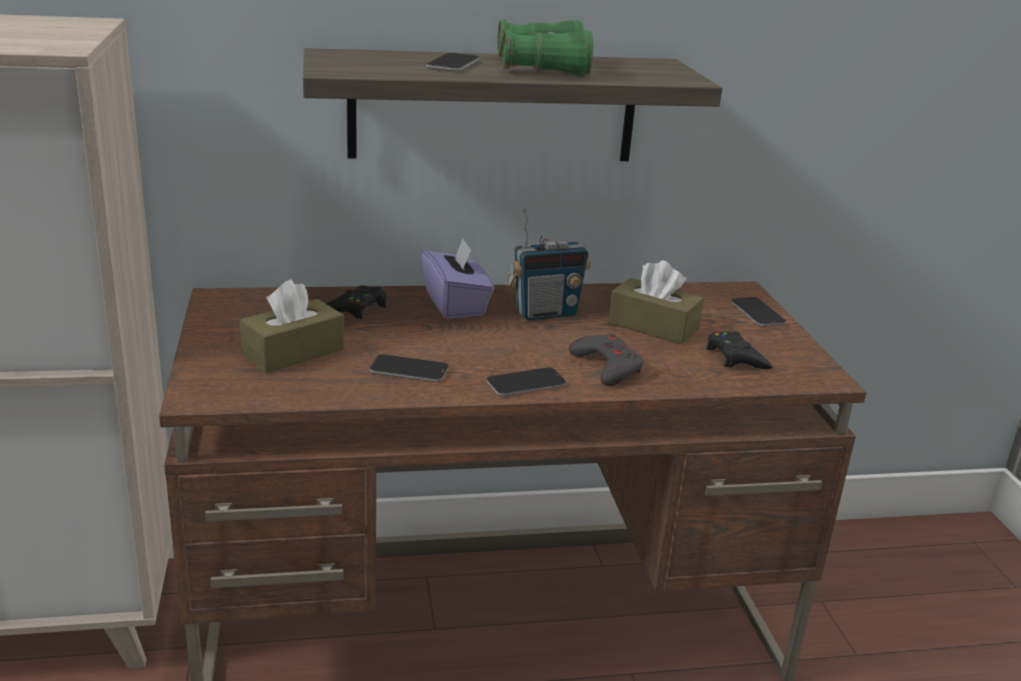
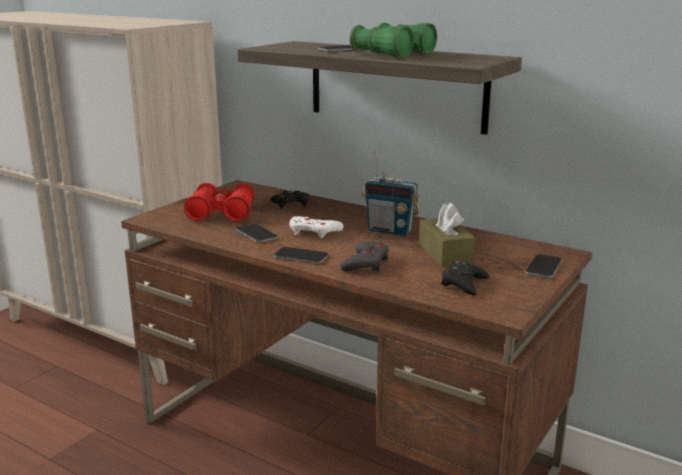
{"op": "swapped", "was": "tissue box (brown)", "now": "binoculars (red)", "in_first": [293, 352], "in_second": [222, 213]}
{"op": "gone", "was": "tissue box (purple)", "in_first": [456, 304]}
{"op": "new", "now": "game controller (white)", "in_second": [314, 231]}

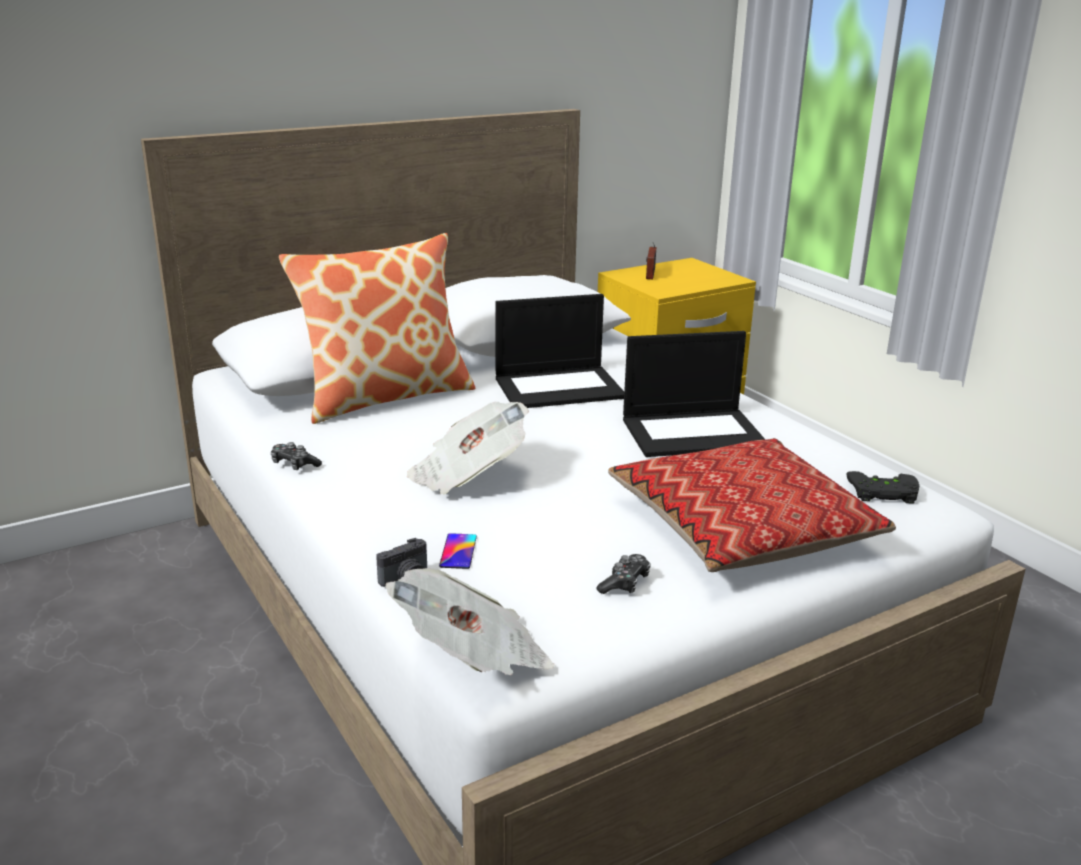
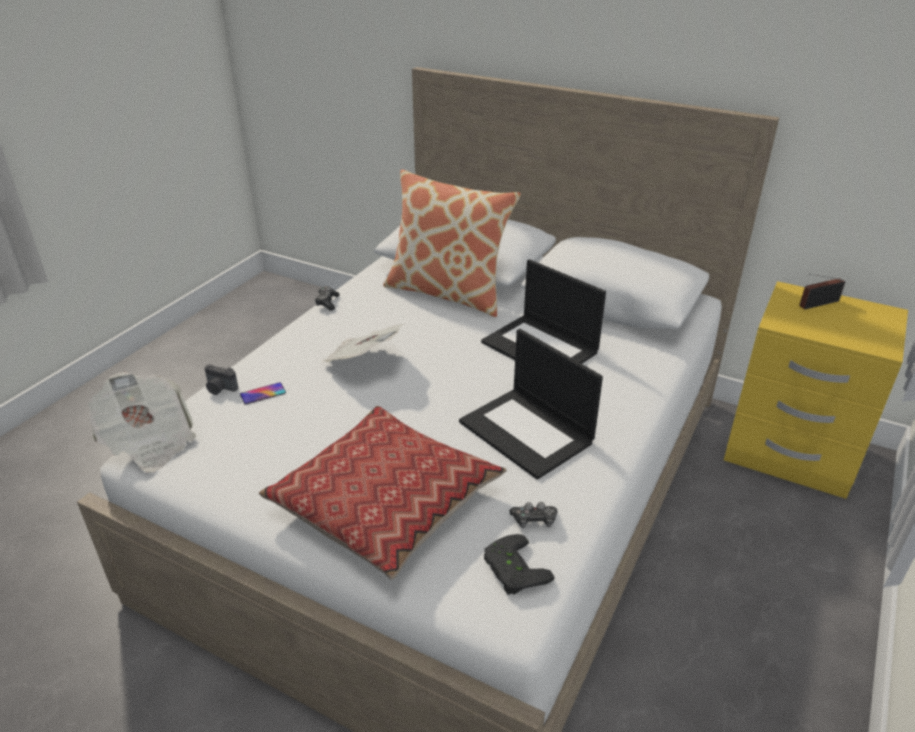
{"op": "shifted", "was": "game controller", "in_first": [625, 583], "in_second": [534, 520]}

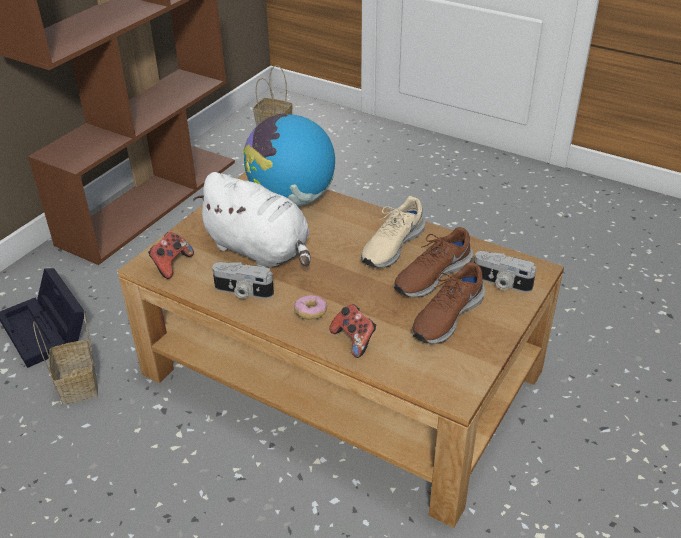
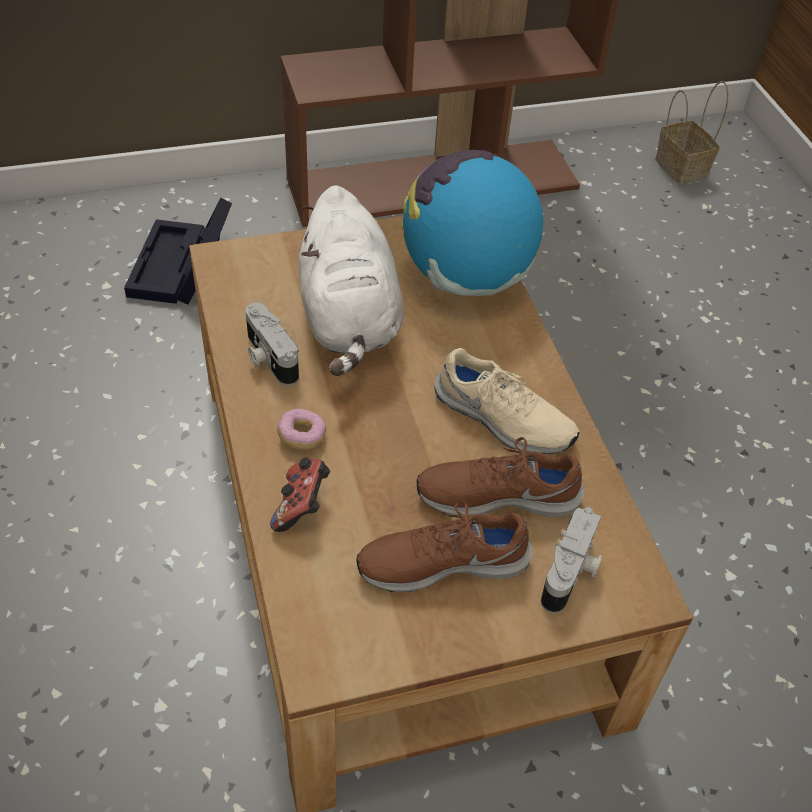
{"op": "gone", "was": "basket", "in_first": [79, 385]}
{"op": "gone", "was": "game controller", "in_first": [171, 264]}
{"op": "rotated", "was": "shoe (beige)", "in_first": [391, 245], "in_second": [502, 419], "clockwise": -135}
{"op": "rotated", "was": "photo camera", "in_first": [501, 283], "in_second": [571, 573], "clockwise": -135}

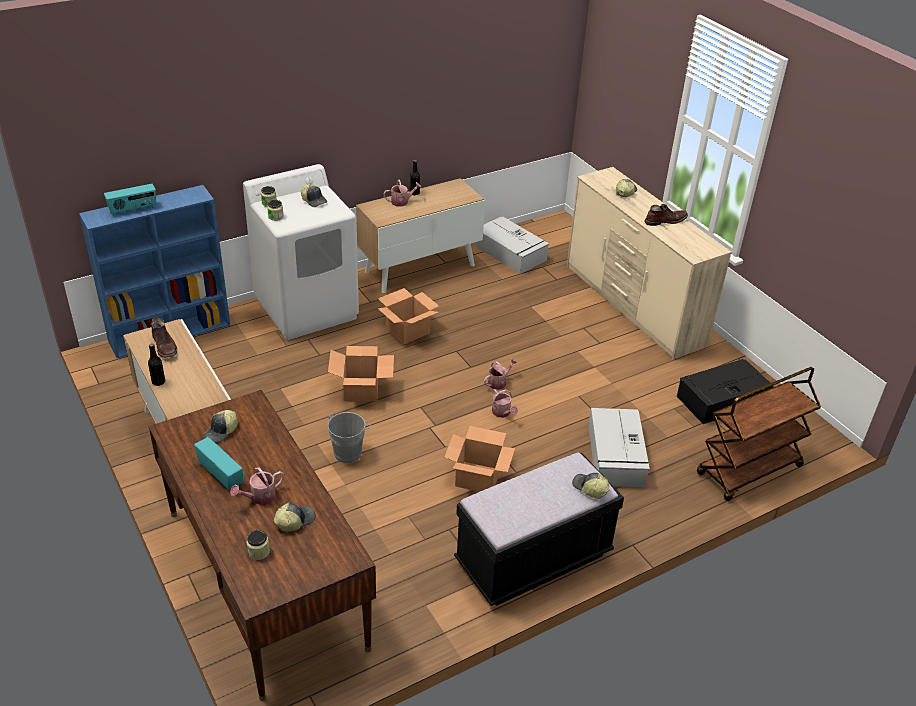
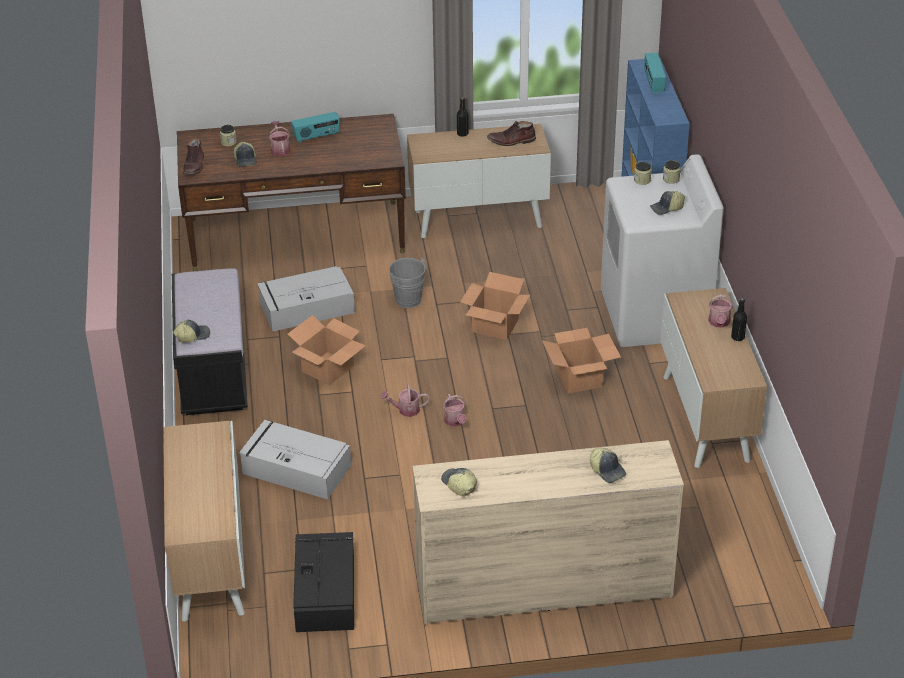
{"op": "shifted", "was": "cap", "in_first": [221, 431], "in_second": [458, 485]}
{"op": "shifted", "was": "storage box (grey)", "in_first": [510, 253], "in_second": [305, 308]}
{"op": "shifted", "was": "boot (brown)", "in_first": [665, 221], "in_second": [194, 165]}
{"op": "swapped", "was": "cart (brown)", "now": "cabinet", "in_first": [749, 471], "in_second": [209, 561]}

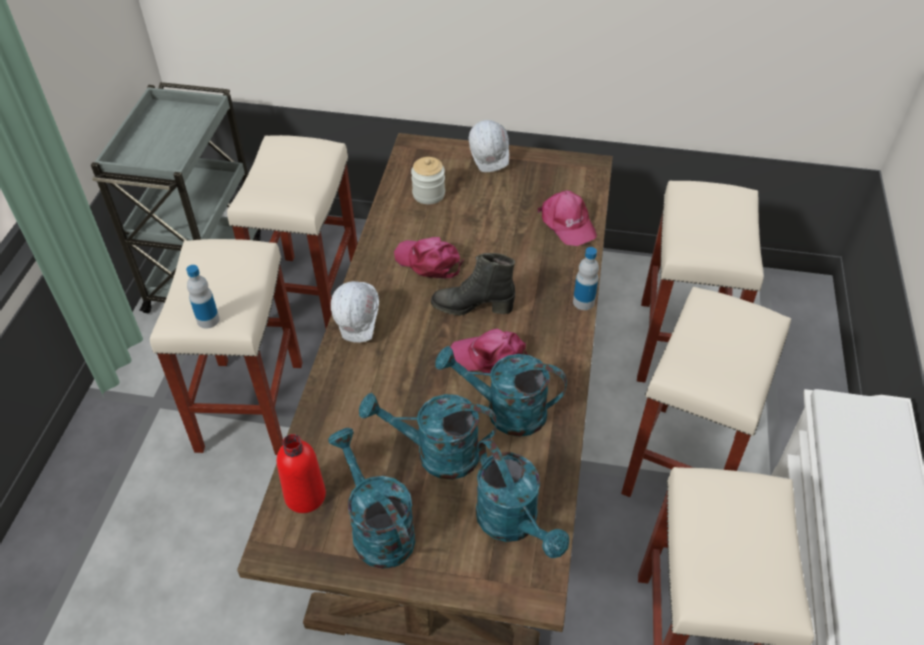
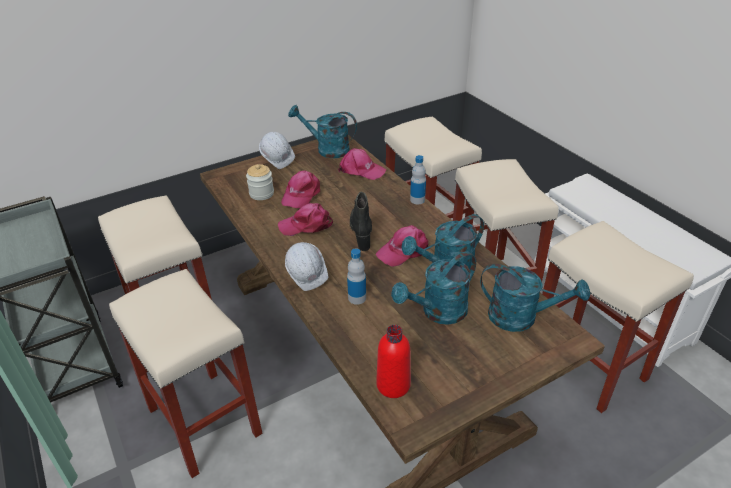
{"op": "shifted", "was": "bottle", "in_first": [208, 320], "in_second": [357, 298]}
{"op": "shifted", "was": "watering can (turquoise)", "in_first": [377, 528], "in_second": [327, 149]}
{"op": "rotated", "was": "boot (black)", "in_first": [472, 306], "in_second": [361, 233], "clockwise": 120}
{"op": "new", "now": "cap (pink)", "in_second": [301, 195]}

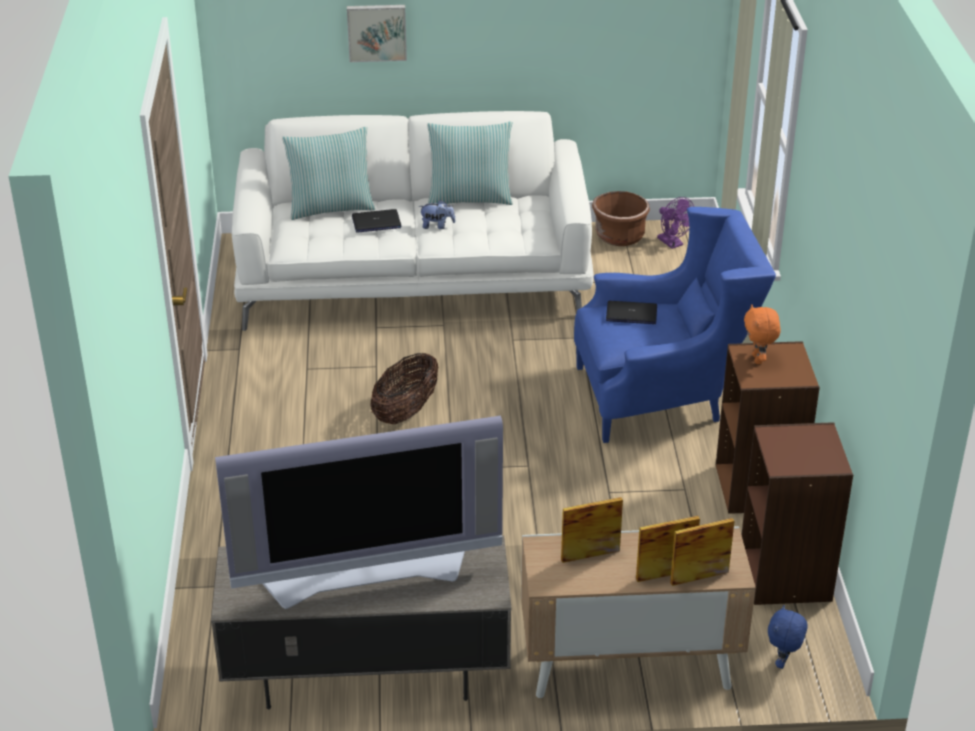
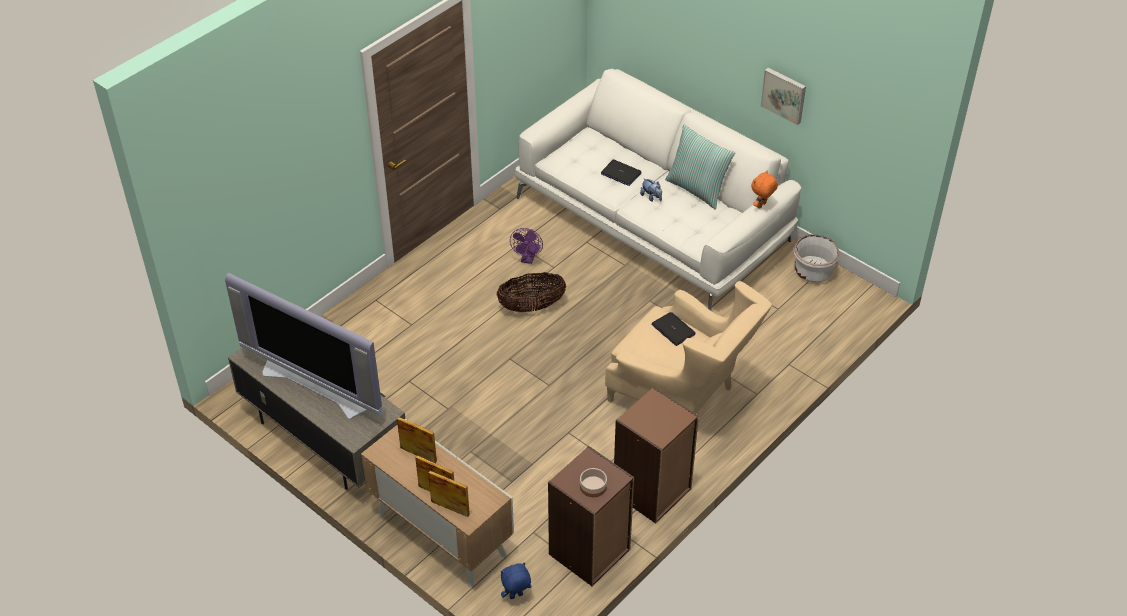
{"op": "gone", "was": "pillow", "in_first": [331, 208]}
{"op": "shifted", "was": "picture", "in_first": [377, 32], "in_second": [784, 95]}
{"op": "repainted", "was": "armchair (blue)", "now": "armchair (beige)", "in_first": [662, 396], "in_second": [682, 396]}
{"op": "repainted", "was": "planter (brown)", "now": "planter (white)", "in_first": [619, 237], "in_second": [813, 271]}
{"op": "shifted", "was": "fan (purple)", "in_first": [673, 243], "in_second": [528, 259]}
{"op": "shifted", "was": "plush toy (orange)", "in_first": [758, 359], "in_second": [762, 206]}
{"op": "new", "now": "bowl", "in_second": [593, 486]}

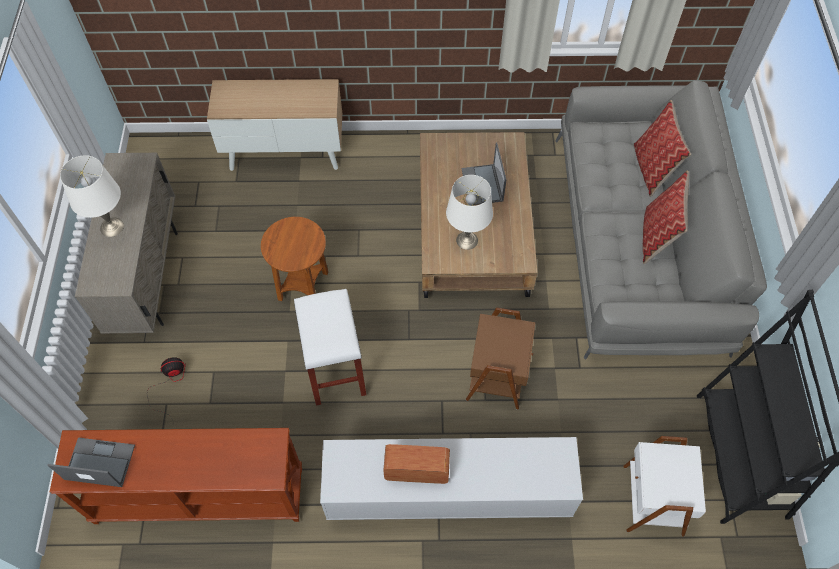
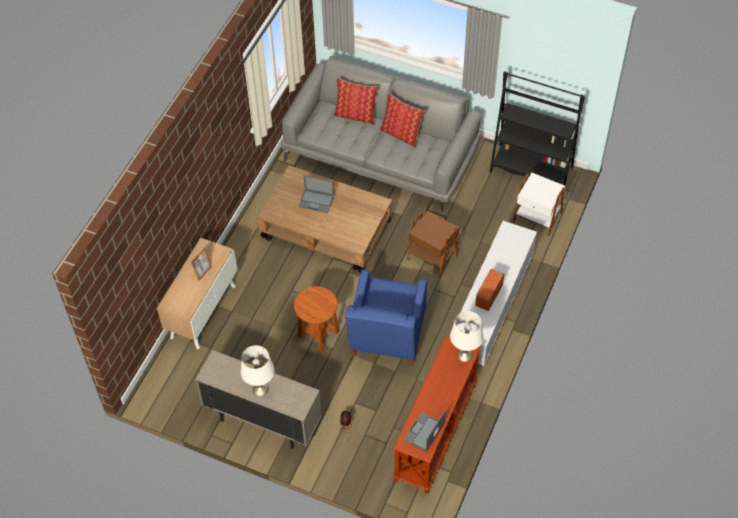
{"op": "swapped", "was": "stool (white)", "now": "armchair (blue)", "in_first": [334, 369], "in_second": [387, 336]}
{"op": "shifted", "was": "table lamp (white)", "in_first": [467, 240], "in_second": [464, 354]}
{"op": "new", "now": "picture frame", "in_second": [203, 272]}

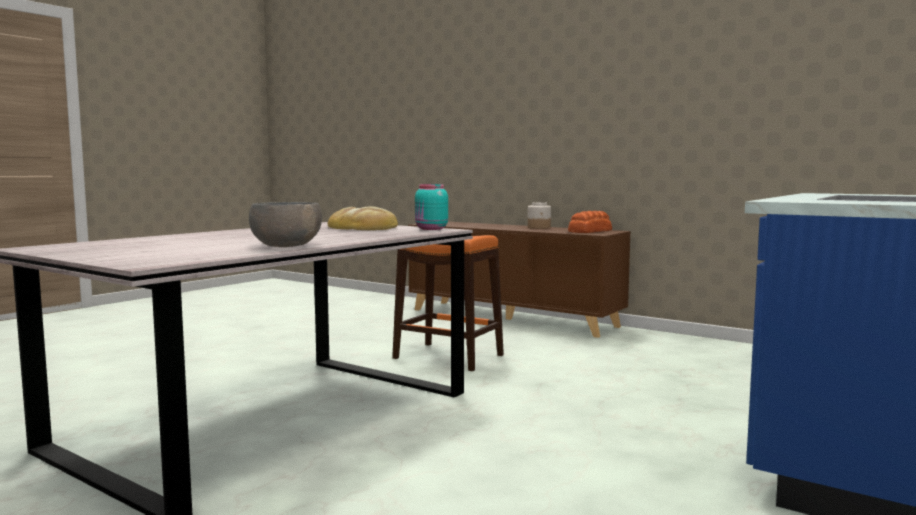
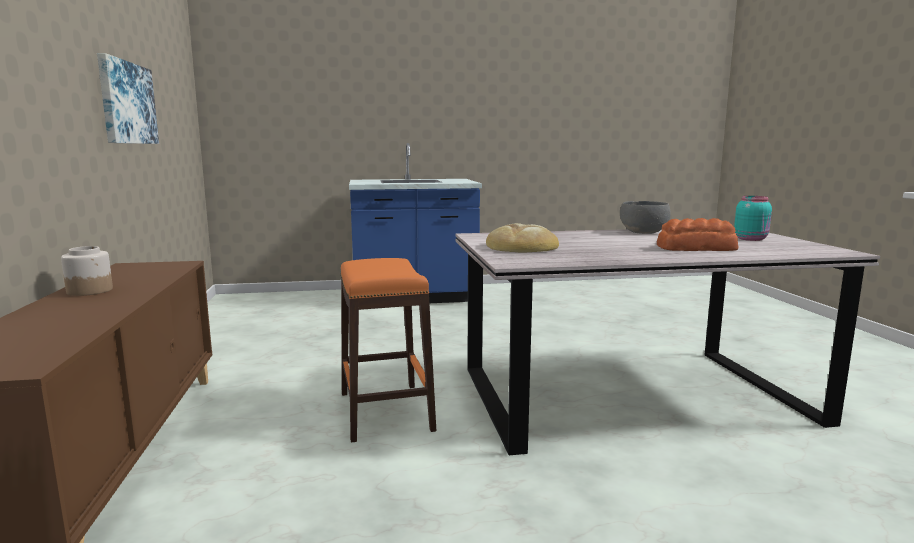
{"op": "shifted", "was": "jar (turquoise)", "in_first": [431, 229], "in_second": [751, 239]}
{"op": "shifted", "was": "bread", "in_first": [589, 231], "in_second": [697, 248]}
{"op": "new", "now": "picture", "in_second": [126, 103]}

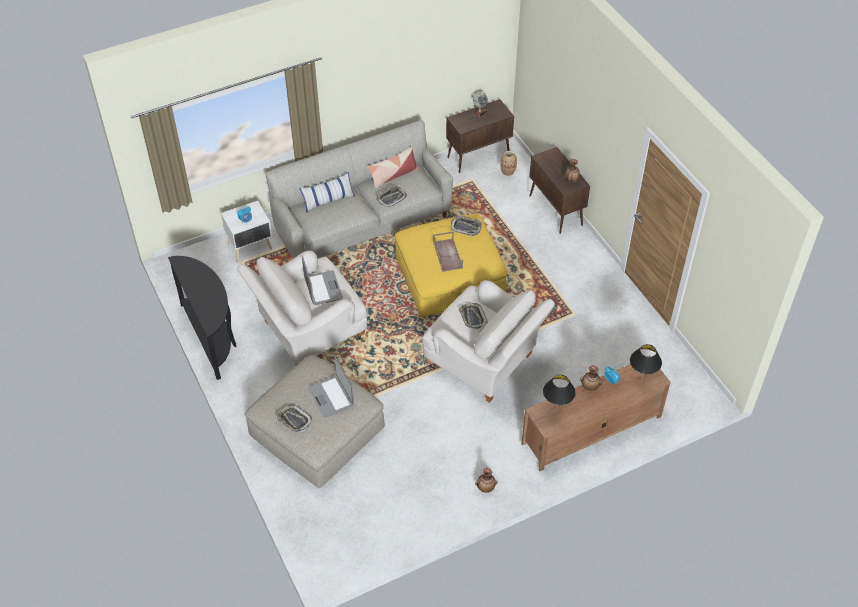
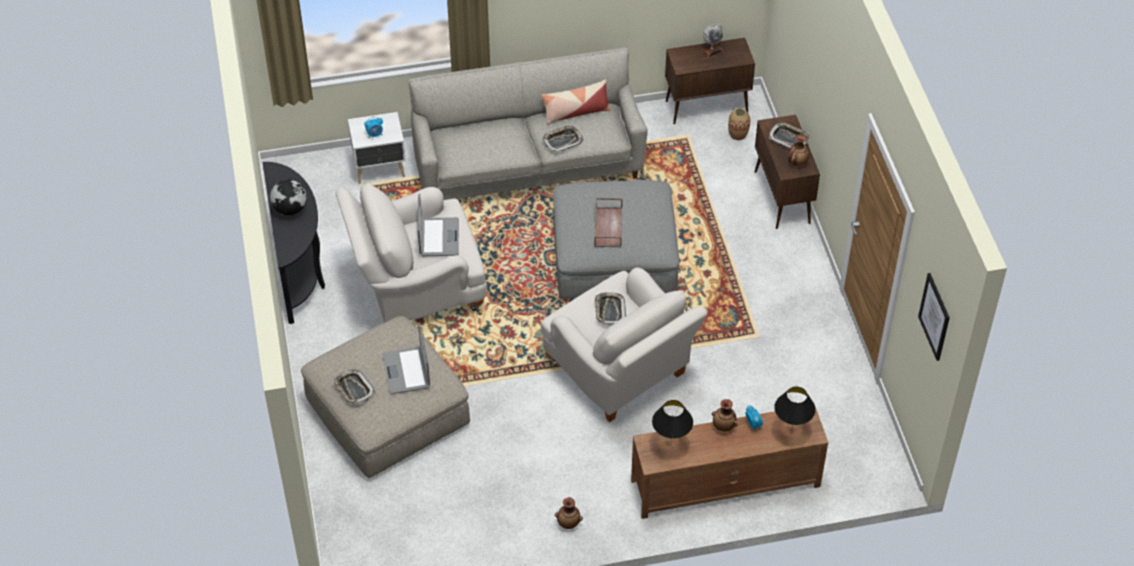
{"op": "gone", "was": "pillow", "in_first": [328, 200]}
{"op": "repainted", "was": "ottoman (yellow)", "now": "ottoman (grey)", "in_first": [449, 277], "in_second": [614, 257]}
{"op": "shifted", "was": "tray", "in_first": [466, 227], "in_second": [788, 138]}
{"op": "new", "now": "globe", "in_second": [290, 209]}
{"op": "new", "now": "picture", "in_second": [934, 316]}

